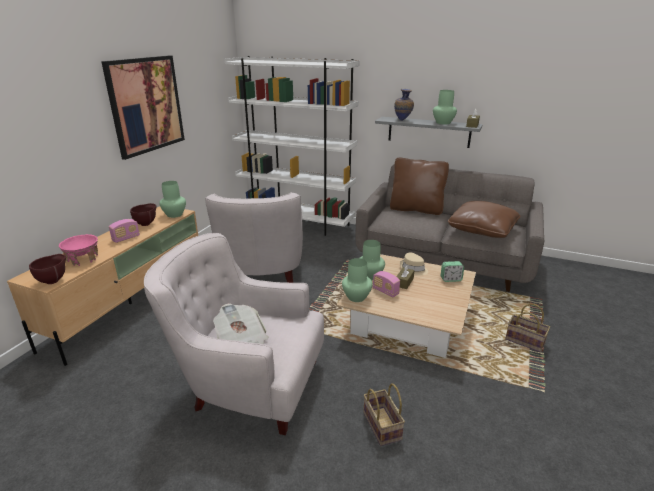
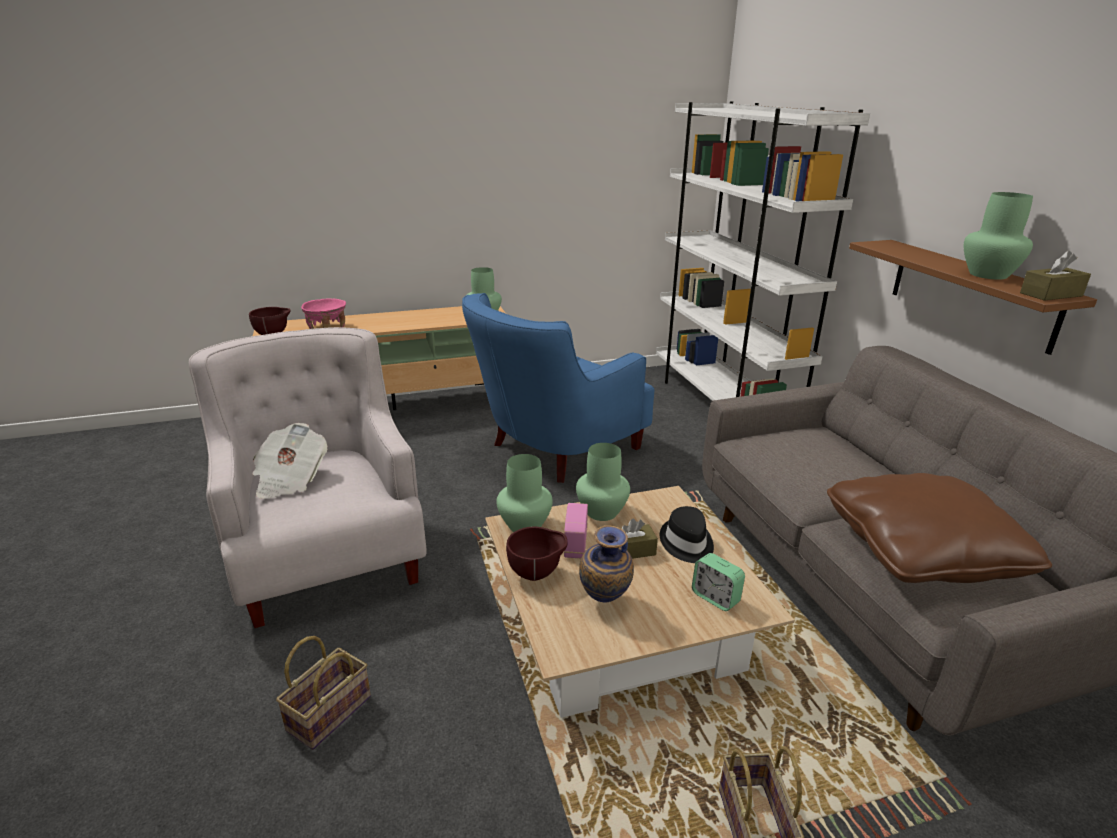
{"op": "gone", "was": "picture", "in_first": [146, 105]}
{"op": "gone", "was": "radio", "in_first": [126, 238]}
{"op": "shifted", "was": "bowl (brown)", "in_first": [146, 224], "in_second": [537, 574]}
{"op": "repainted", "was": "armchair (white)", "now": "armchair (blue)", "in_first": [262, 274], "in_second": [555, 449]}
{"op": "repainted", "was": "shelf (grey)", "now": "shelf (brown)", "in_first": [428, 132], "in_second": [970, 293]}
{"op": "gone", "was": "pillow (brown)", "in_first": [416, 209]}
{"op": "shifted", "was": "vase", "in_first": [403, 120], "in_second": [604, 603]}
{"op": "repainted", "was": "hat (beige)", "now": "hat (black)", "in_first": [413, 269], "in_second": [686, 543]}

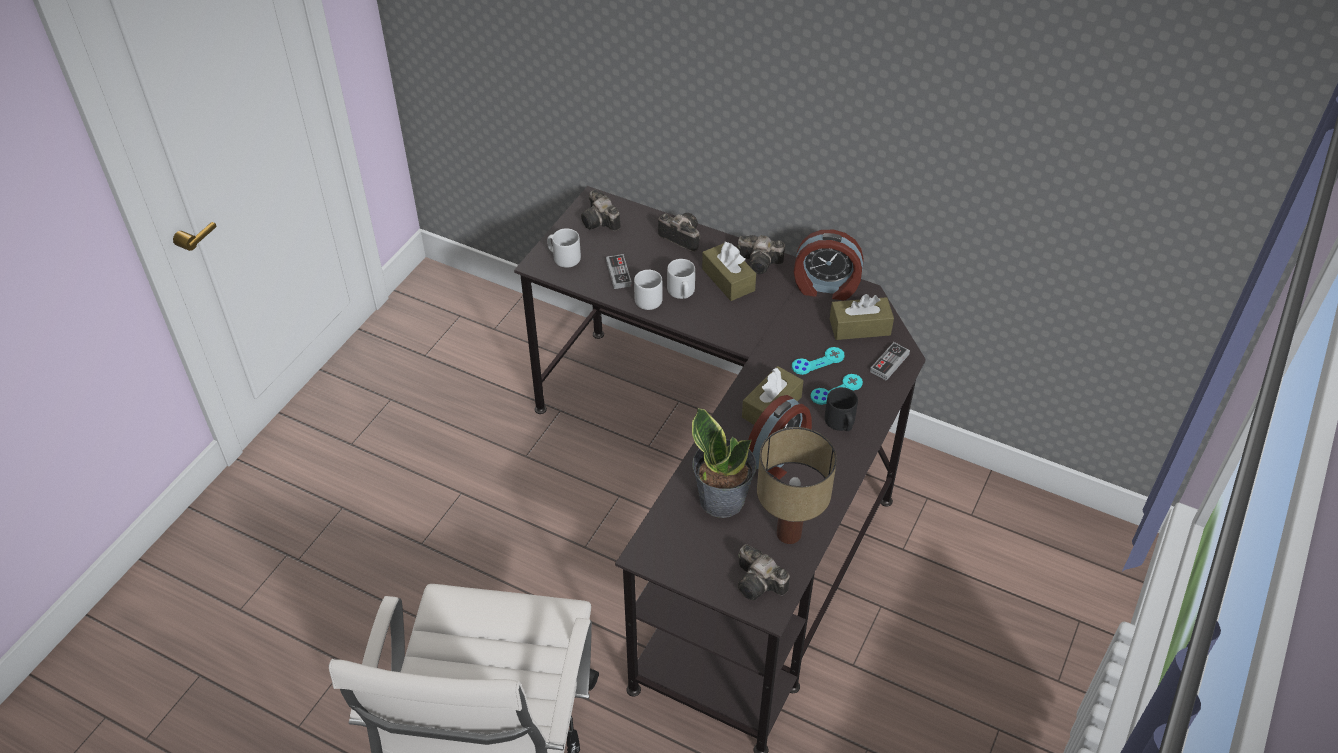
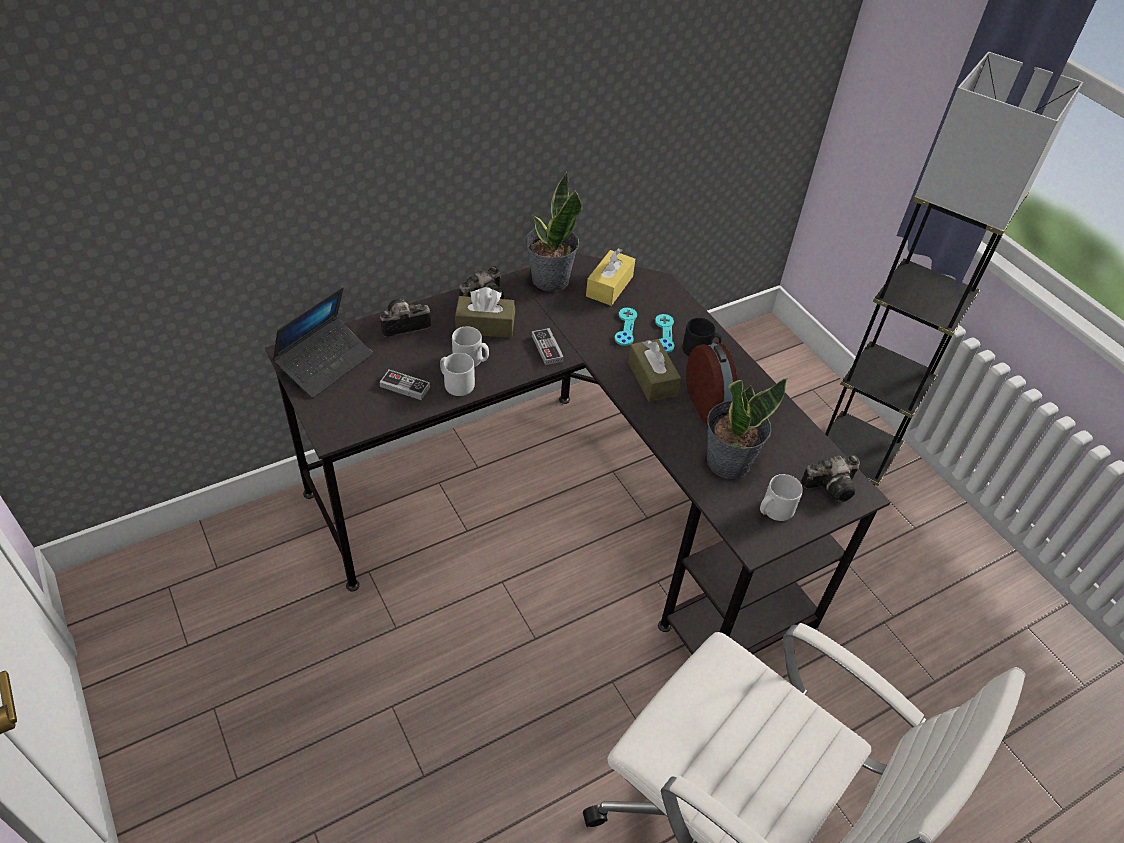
{"op": "shifted", "was": "mug (grey)", "in_first": [564, 258], "in_second": [774, 510]}
{"op": "swapped", "was": "photo camera", "now": "laptop", "in_first": [601, 222], "in_second": [325, 363]}
{"op": "gone", "was": "table lamp", "in_first": [790, 533]}
{"op": "swapped", "was": "alarm clock", "now": "potted plant", "in_first": [825, 287], "in_second": [549, 279]}
{"op": "repainted", "was": "tissue box (brown)", "now": "tissue box (yellow)", "in_first": [860, 327], "in_second": [609, 286]}
{"op": "shifted", "was": "game controller", "in_first": [889, 363], "in_second": [547, 348]}
{"op": "new", "now": "floor lamp (grey)", "in_second": [855, 455]}

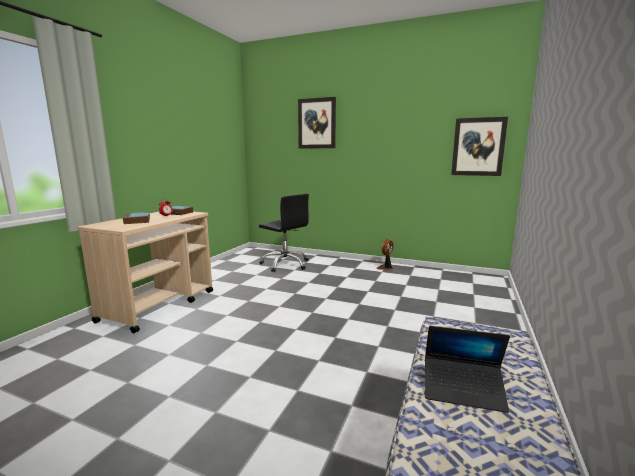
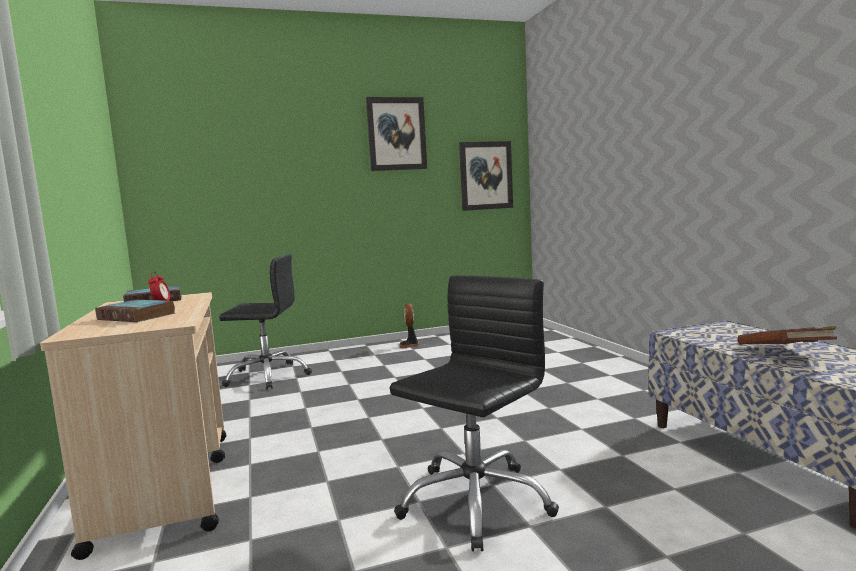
{"op": "shifted", "was": "picture", "in_first": [317, 123], "in_second": [396, 134]}
{"op": "swapped", "was": "laptop", "now": "book (brown)", "in_first": [463, 390], "in_second": [785, 353]}
{"op": "new", "now": "office chair (black)", "in_second": [475, 501]}

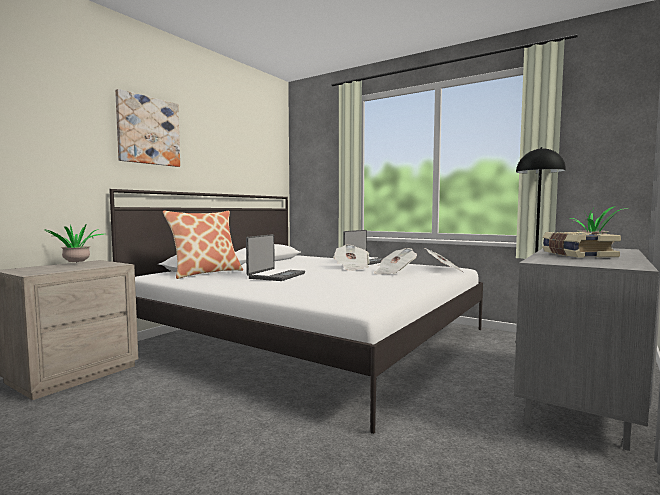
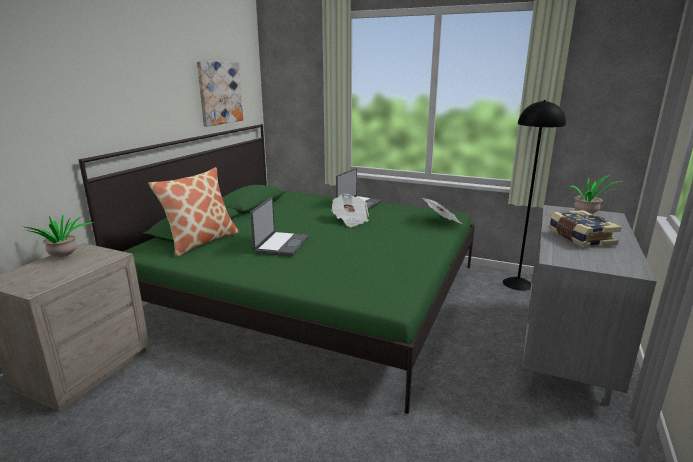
{"op": "repainted", "was": "bed (white)", "now": "bed (green)", "in_first": [311, 337], "in_second": [313, 292]}
{"op": "shifted", "was": "picture", "in_first": [148, 131], "in_second": [219, 93]}
{"op": "gone", "was": "newspaper", "in_first": [394, 273]}

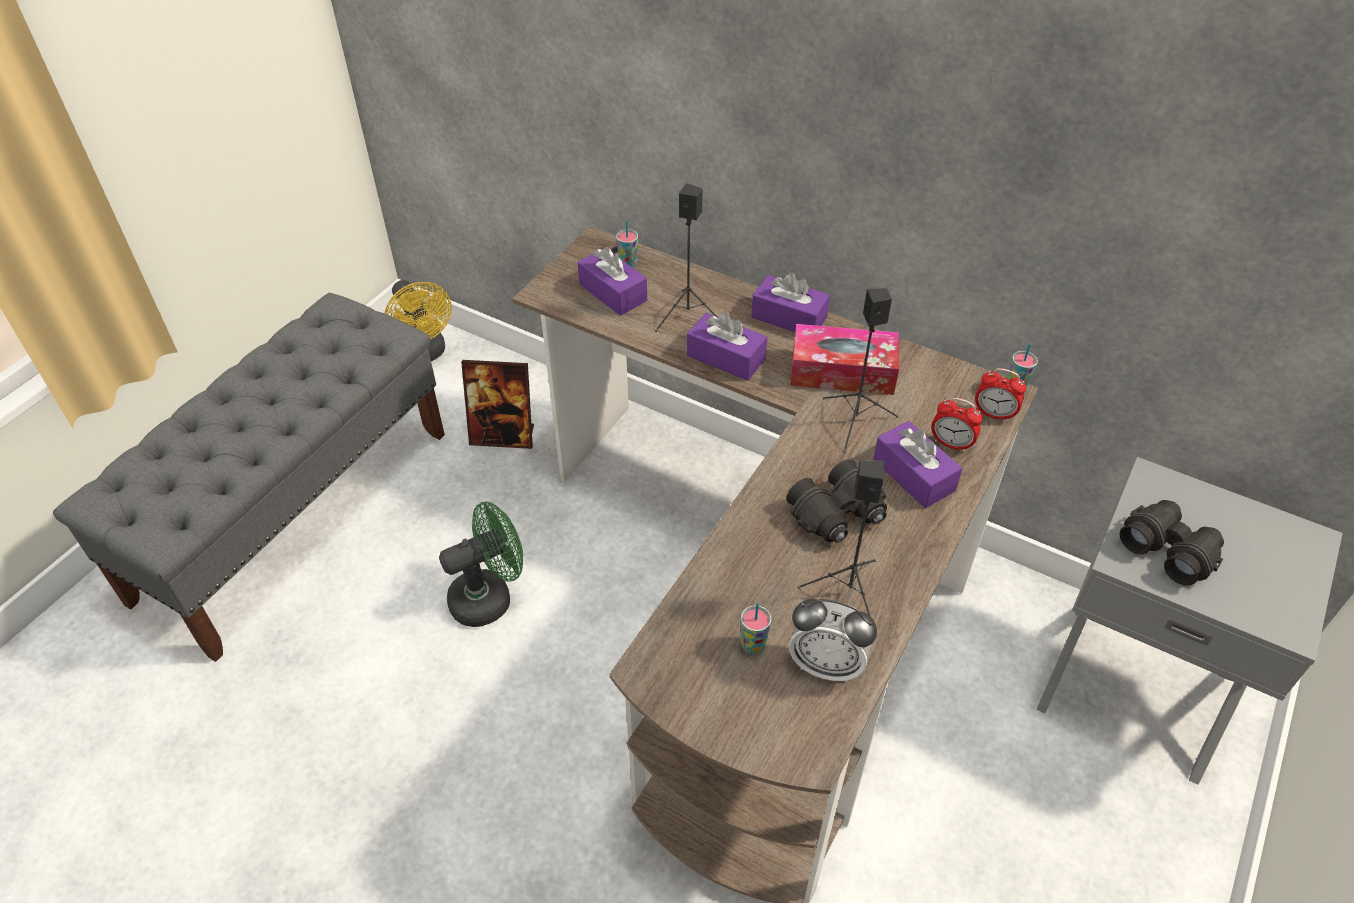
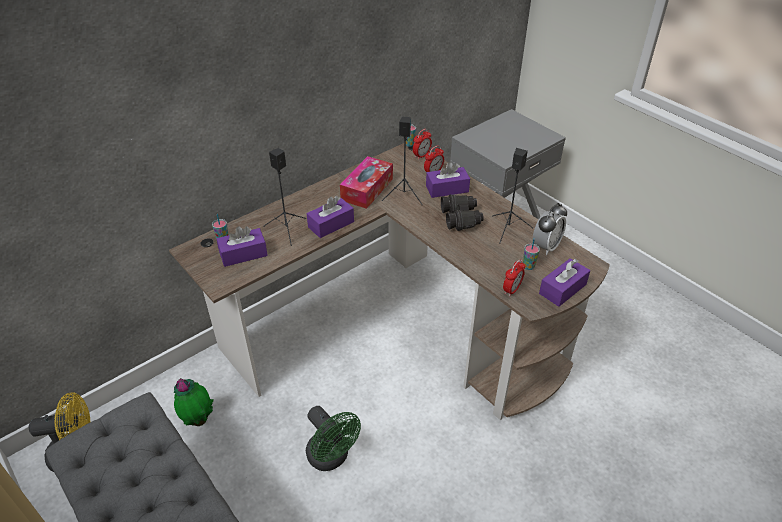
{"op": "rotated", "was": "fan (green)", "in_first": [490, 596], "in_second": [332, 458], "clockwise": 150}
{"op": "swapped", "was": "picture frame", "now": "potted plant", "in_first": [503, 436], "in_second": [198, 420]}
{"op": "shifted", "was": "tissue box (purple)", "in_first": [789, 317], "in_second": [562, 289]}
{"op": "gone", "was": "binoculars (black)", "in_first": [1168, 549]}
{"op": "new", "now": "alarm clock", "in_second": [512, 290]}

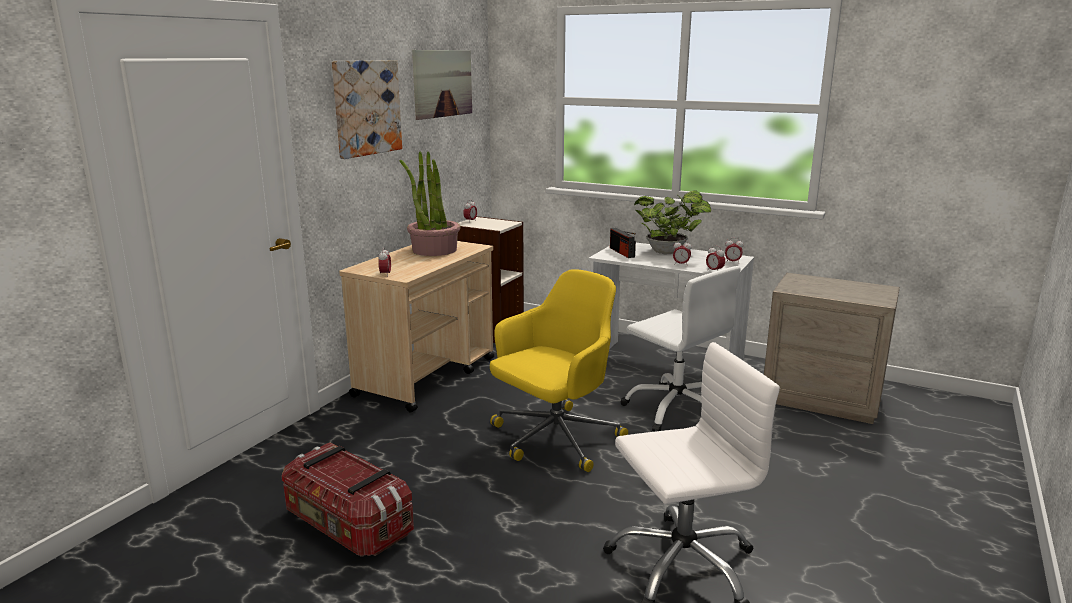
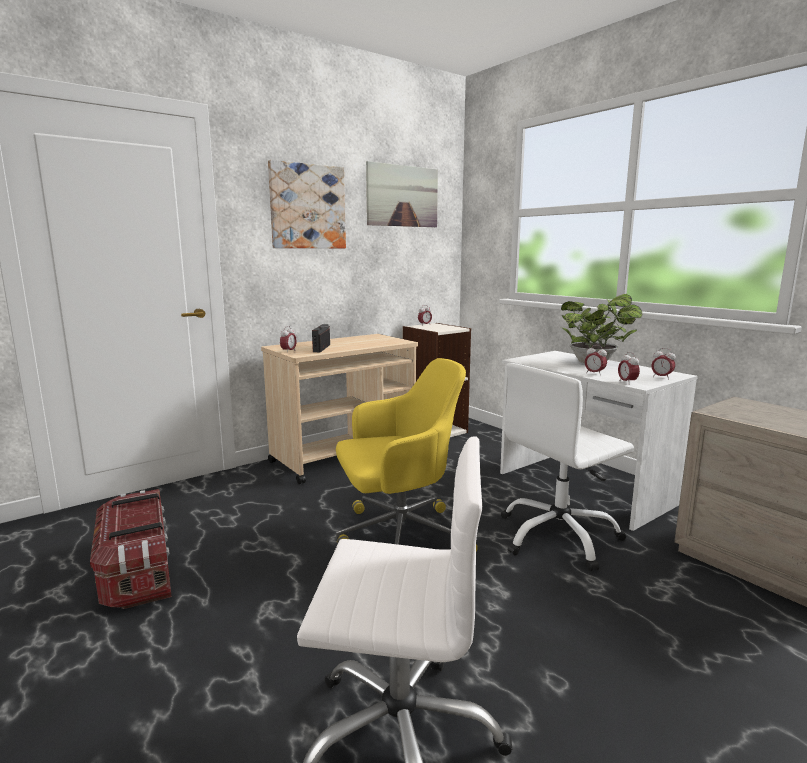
{"op": "gone", "was": "potted plant", "in_first": [434, 250]}
{"op": "shifted", "was": "radio", "in_first": [622, 252], "in_second": [321, 348]}
{"op": "rotated", "was": "office chair (white)", "in_first": [676, 409], "in_second": [558, 536], "clockwise": 75}

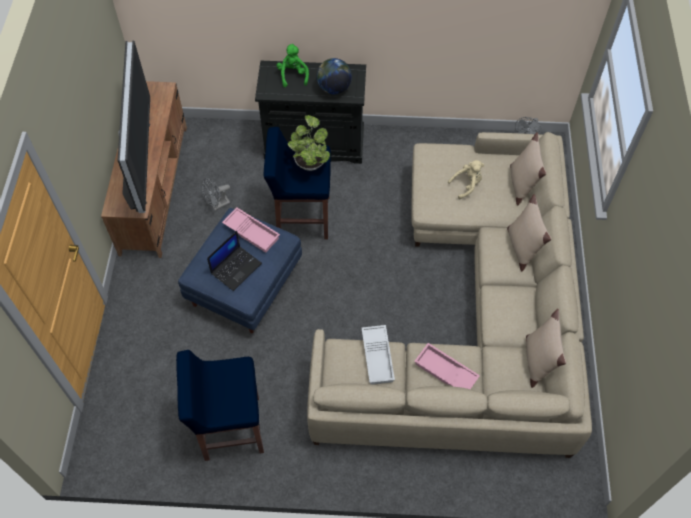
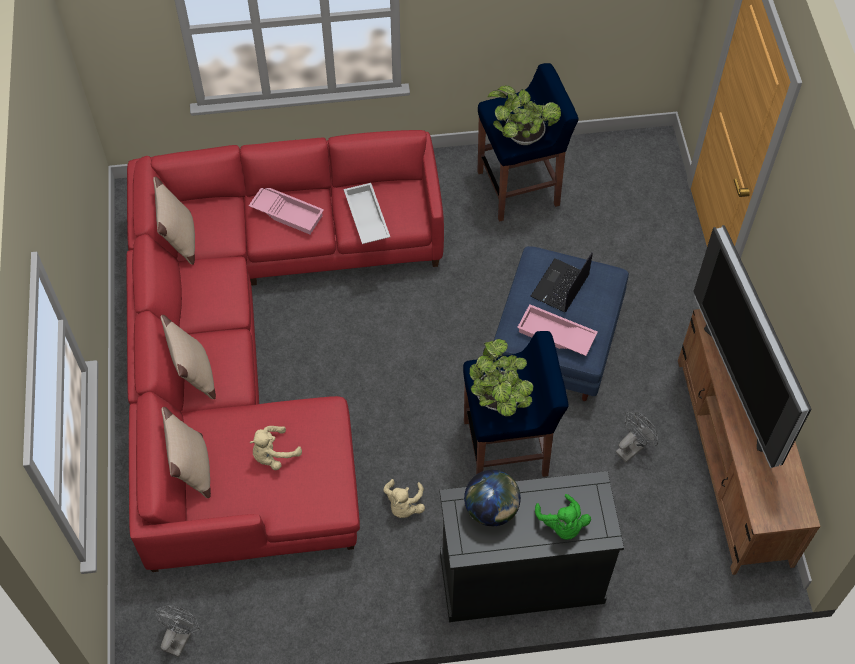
{"op": "repainted", "was": "sofa (beige)", "now": "sofa (red)", "in_first": [473, 315], "in_second": [258, 348]}
{"op": "new", "now": "plush toy (beige)", "in_second": [404, 505]}
{"op": "new", "now": "potted plant", "in_second": [521, 136]}

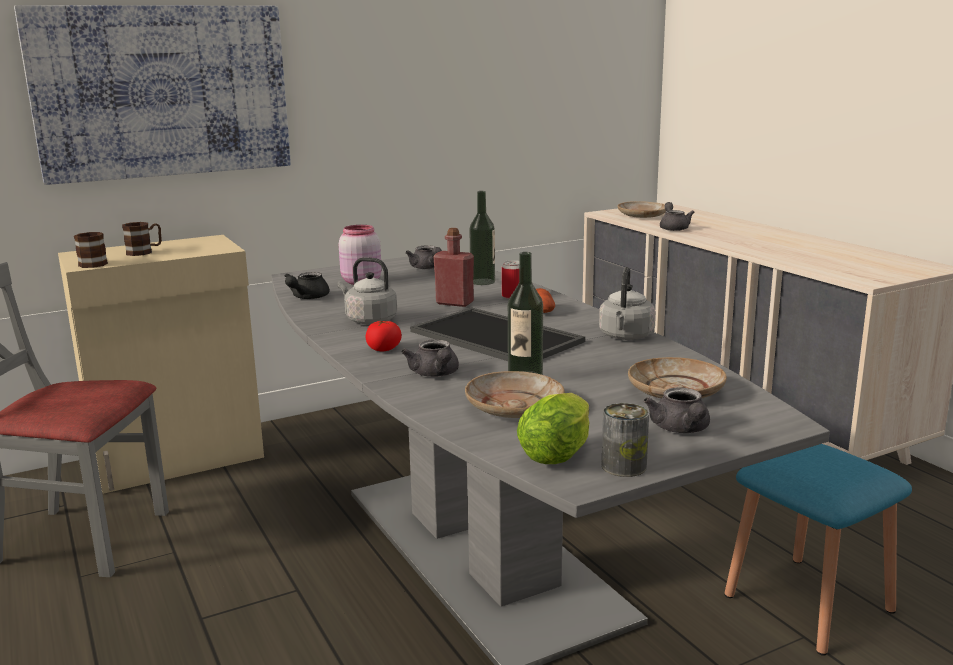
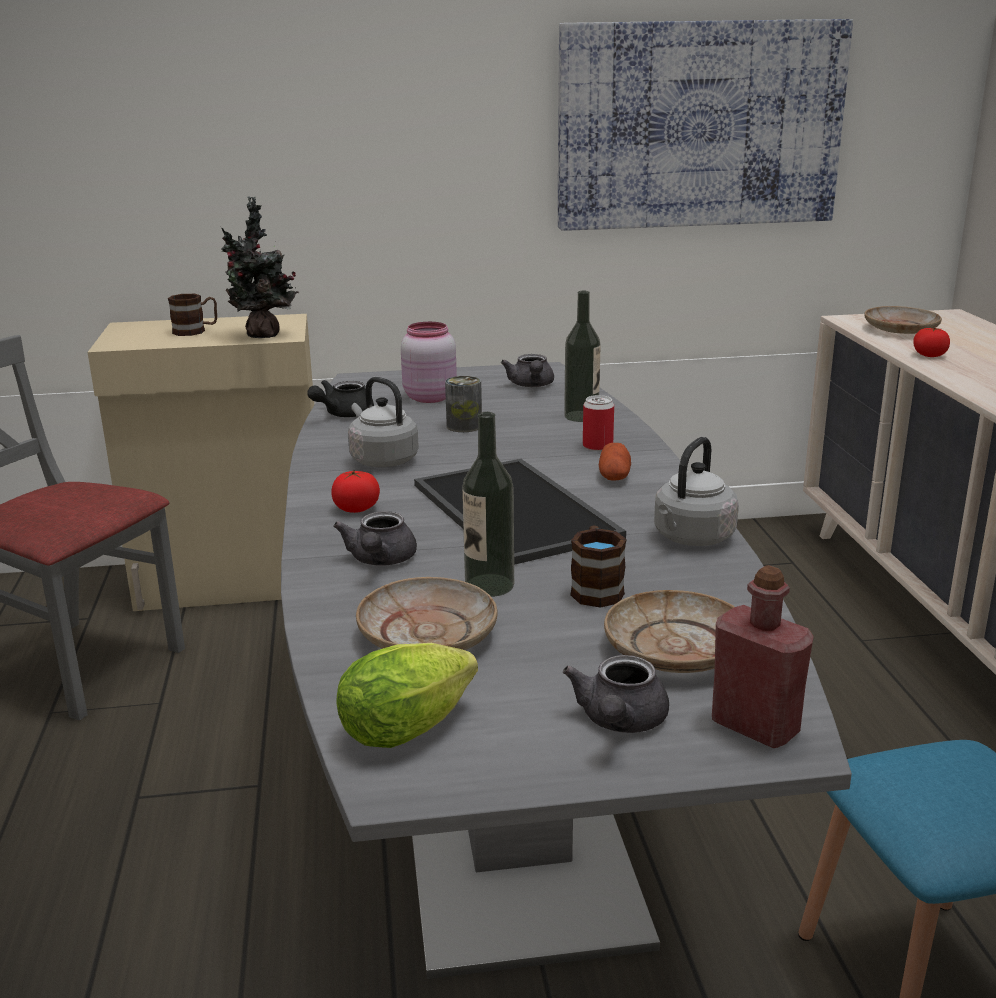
{"op": "shifted", "was": "picture", "in_first": [162, 91], "in_second": [698, 125]}
{"op": "shifted", "was": "mug (brown)", "in_first": [93, 263], "in_second": [596, 588]}
{"op": "shifted", "was": "bottle (red)", "in_first": [454, 303], "in_second": [755, 726]}
{"op": "shifted", "was": "can", "in_first": [624, 466], "in_second": [464, 426]}
{"op": "swapped", "was": "teapot (grey)", "now": "tomato", "in_first": [673, 228], "in_second": [929, 355]}
{"op": "new", "now": "potted plant", "in_second": [262, 336]}

